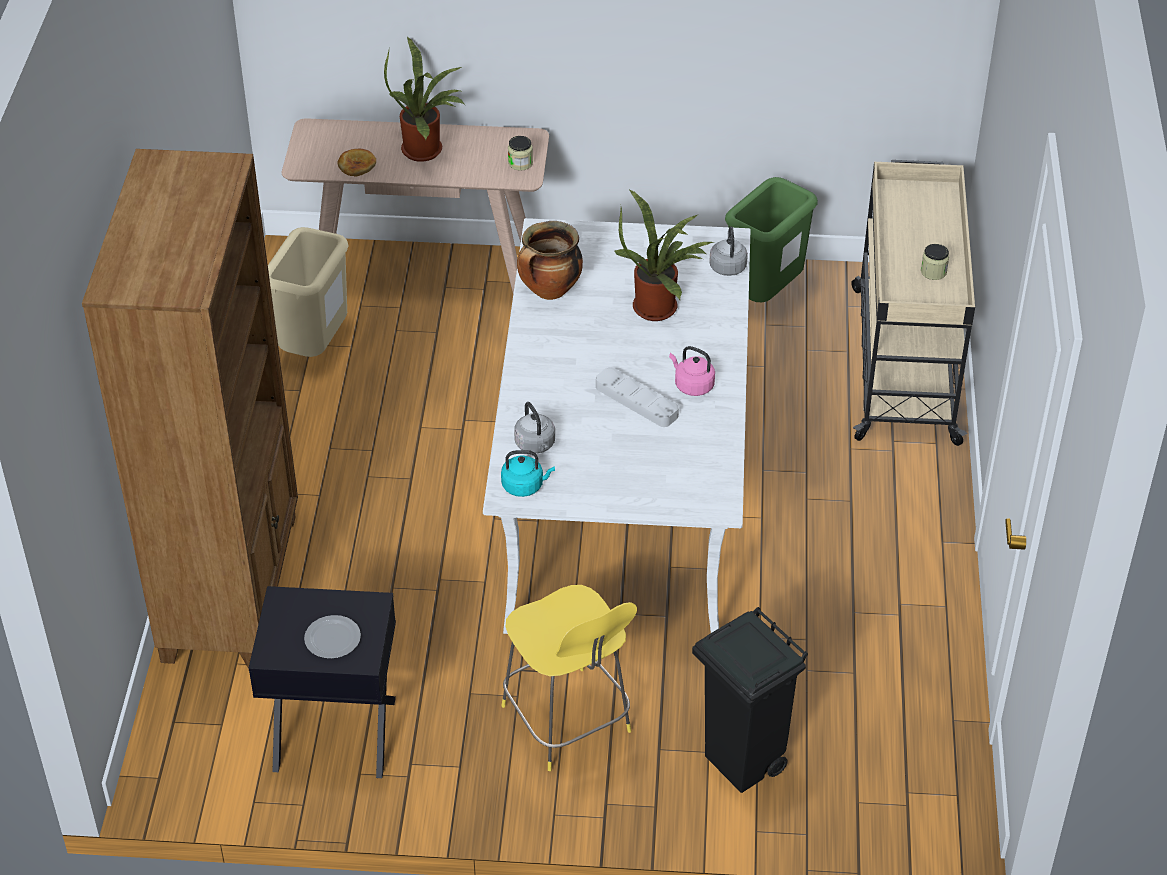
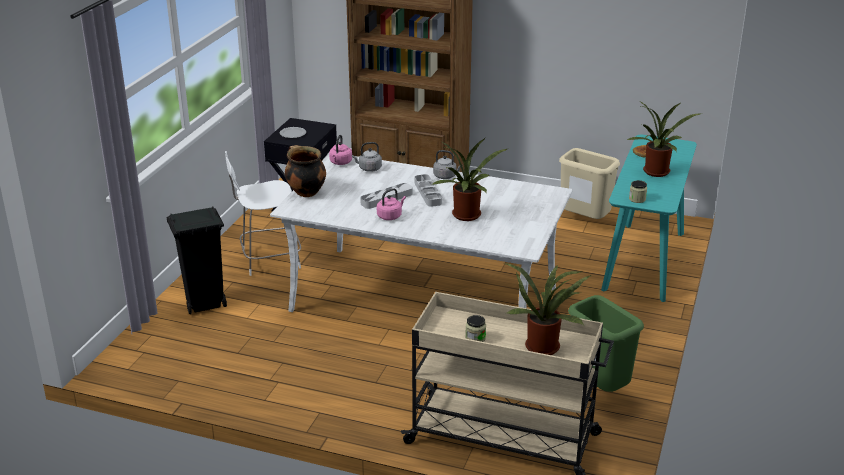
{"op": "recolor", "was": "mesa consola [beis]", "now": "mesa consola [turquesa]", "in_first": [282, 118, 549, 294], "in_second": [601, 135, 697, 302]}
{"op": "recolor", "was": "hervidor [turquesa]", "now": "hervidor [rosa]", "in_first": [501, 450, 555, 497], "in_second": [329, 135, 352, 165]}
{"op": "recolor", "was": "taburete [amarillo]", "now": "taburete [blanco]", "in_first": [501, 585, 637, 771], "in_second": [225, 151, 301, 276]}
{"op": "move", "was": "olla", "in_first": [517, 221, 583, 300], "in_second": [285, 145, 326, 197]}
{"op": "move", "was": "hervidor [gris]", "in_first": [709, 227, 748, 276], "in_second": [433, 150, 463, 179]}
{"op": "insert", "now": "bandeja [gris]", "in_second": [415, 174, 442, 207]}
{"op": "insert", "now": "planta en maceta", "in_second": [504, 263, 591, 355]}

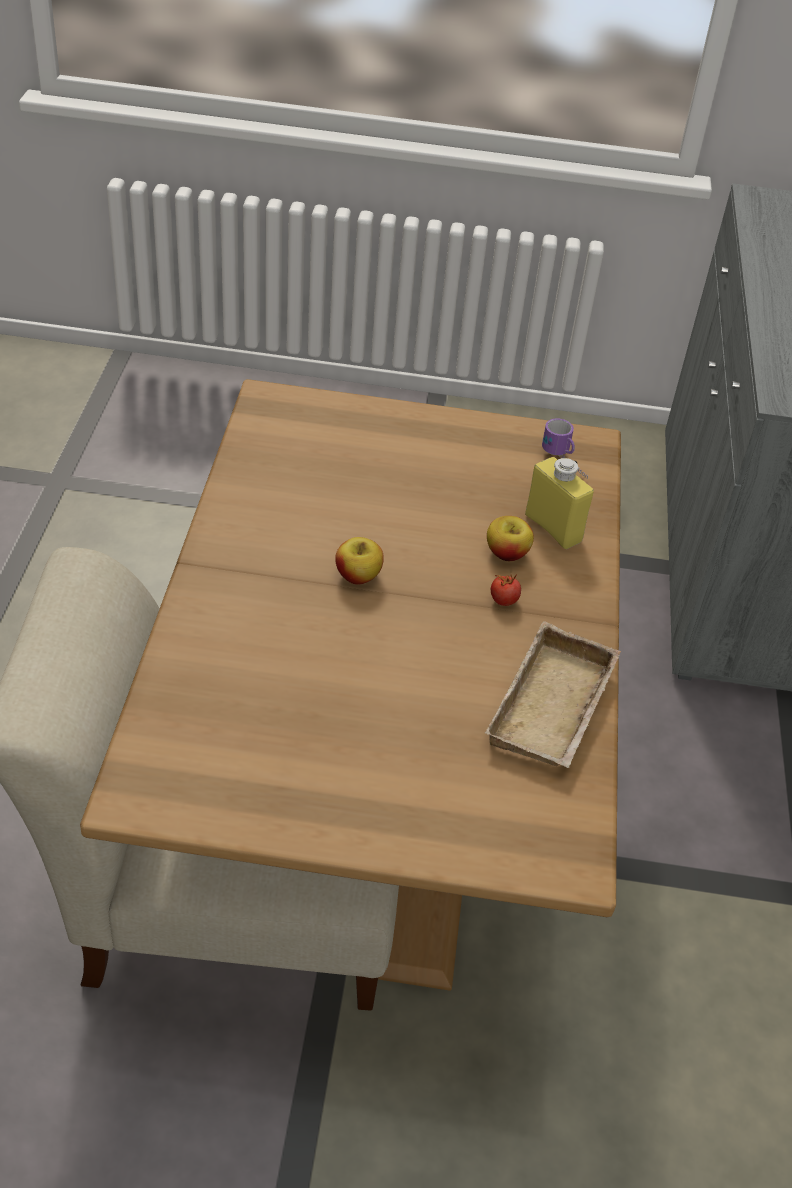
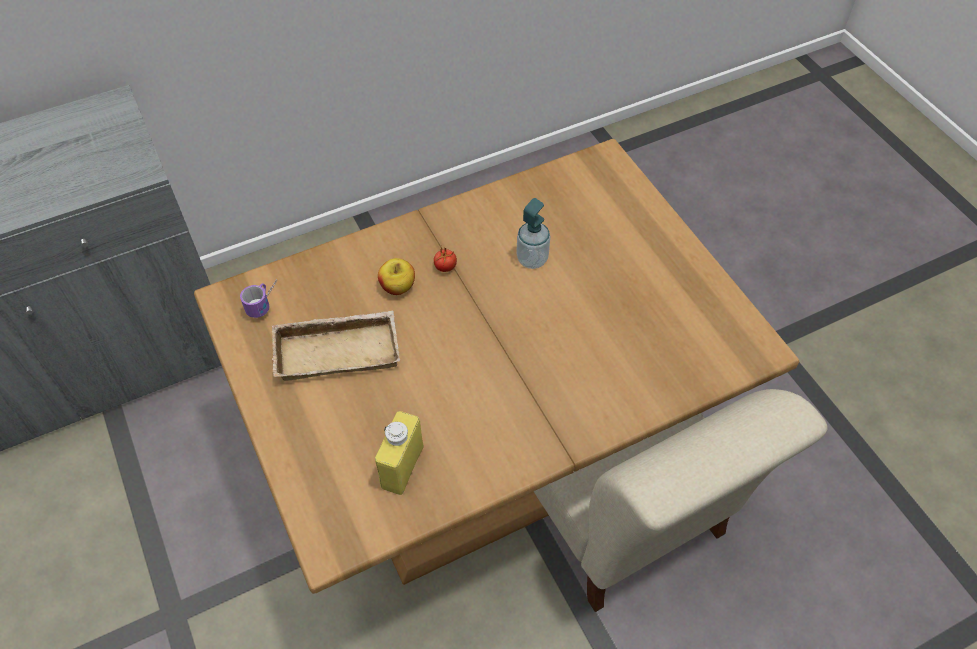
{"op": "delete", "was": "manzana", "in_first": [335, 537, 384, 585]}
{"op": "move", "was": "bandeja [beis]", "in_first": [485, 621, 621, 768], "in_second": [271, 311, 400, 381]}
{"op": "move", "was": "botella [amarillo]", "in_first": [525, 457, 594, 549], "in_second": [375, 411, 424, 495]}
{"op": "insert", "now": "dispensador de jabón", "in_second": [516, 198, 550, 269]}

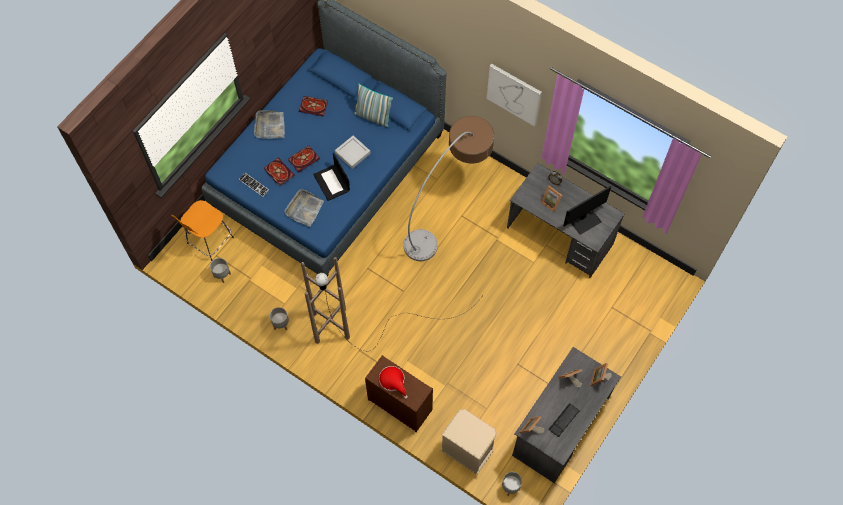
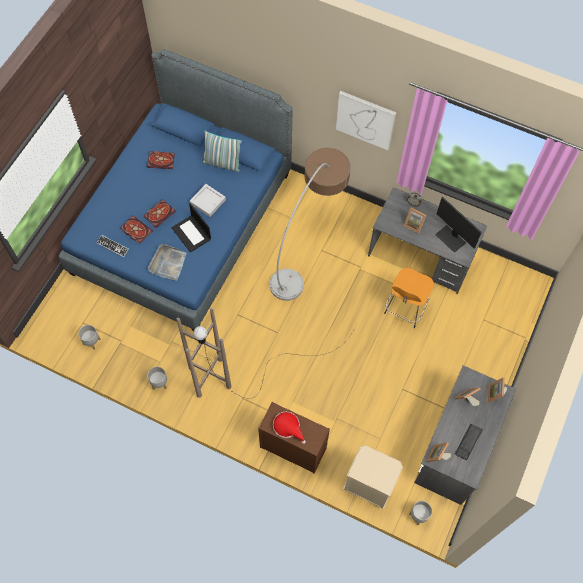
{"op": "move", "was": "taburete [naranja]", "in_first": [171, 200, 234, 261], "in_second": [384, 268, 434, 328]}
{"op": "delete", "was": "bandeja [gris]", "in_first": [254, 110, 285, 139]}
{"op": "rotate", "was": "monitor", "in_first": [563, 186, 611, 235], "in_second": [435, 197, 482, 253], "clockwise": 90}

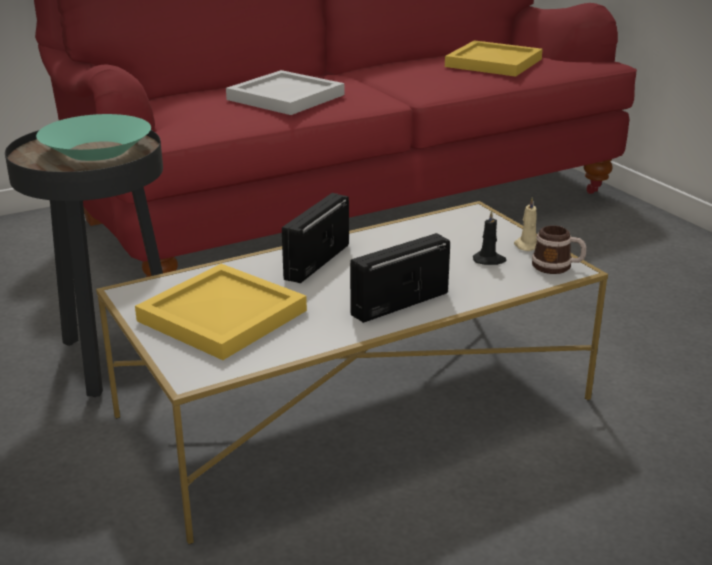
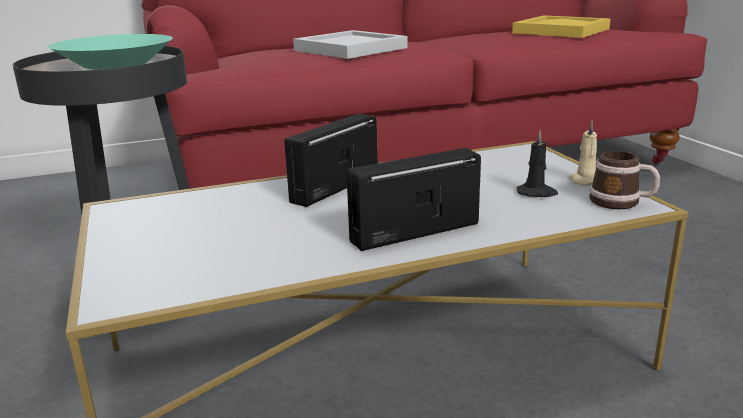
{"op": "delete", "was": "bandeja [amarillo]", "in_first": [135, 264, 307, 360]}

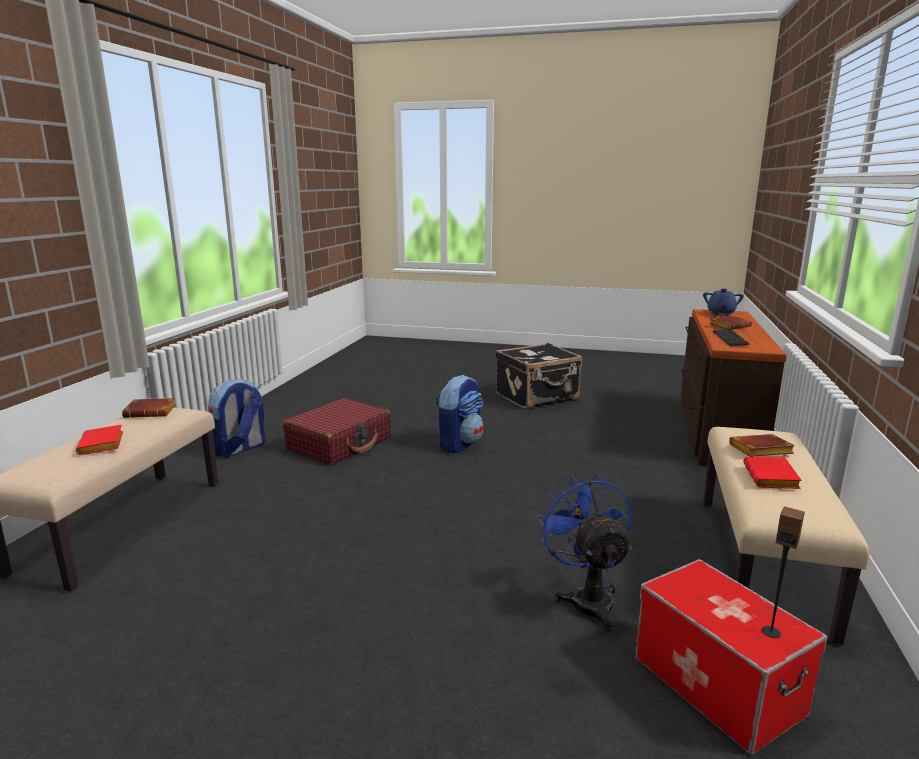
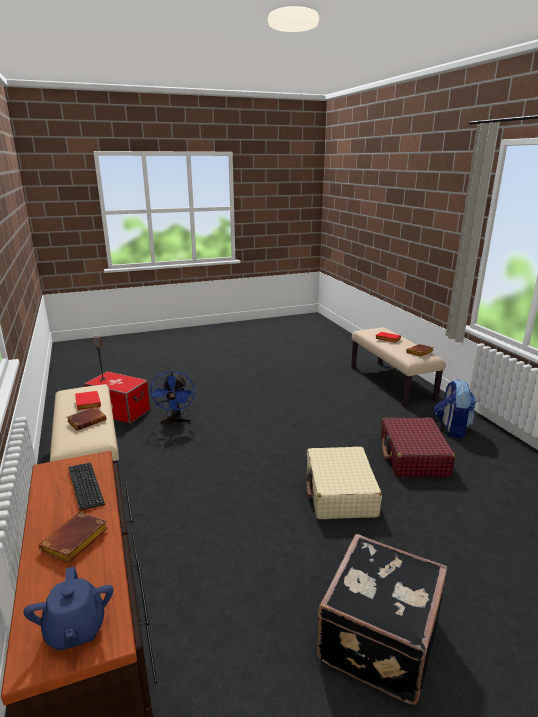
{"op": "replace", "was": "mochila", "now": "maleta [beis]", "in_first": [436, 375, 484, 453], "in_second": [306, 447, 382, 519]}
{"op": "rotate", "was": "ventilador [azul]", "in_first": [537, 474, 632, 631], "in_second": [150, 371, 195, 424], "clockwise": 45}

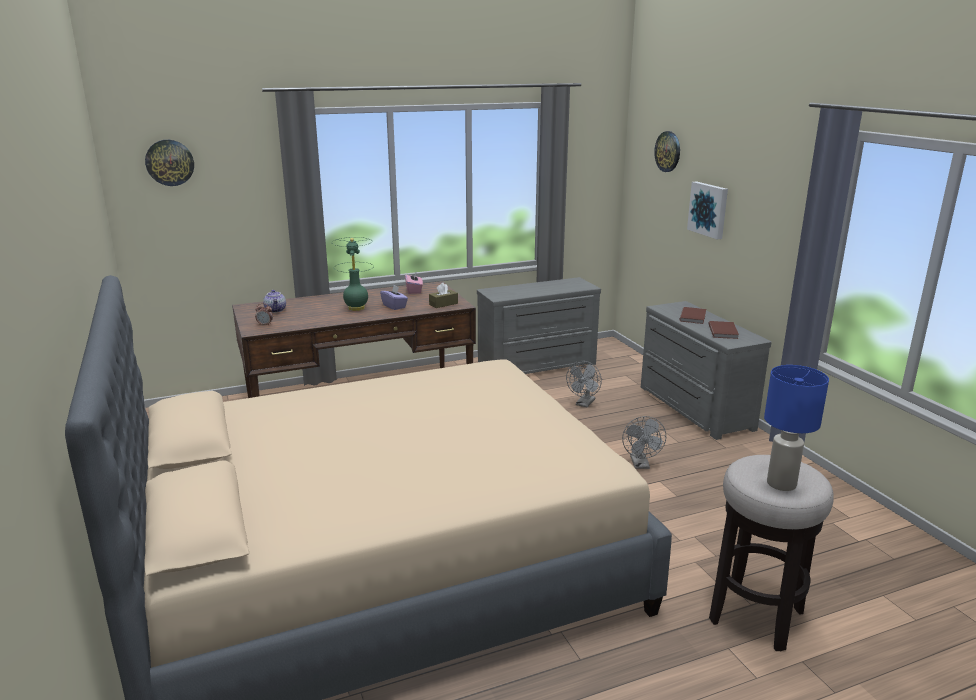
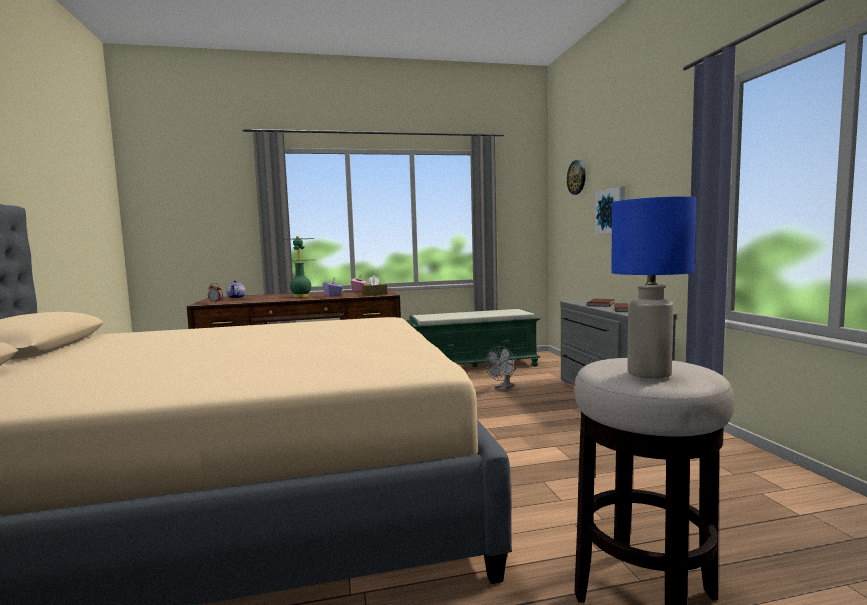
{"op": "delete", "was": "reloj de pared", "in_first": [145, 140, 194, 186]}
{"op": "replace", "was": "cómoda [gris]", "now": "banco [verde]", "in_first": [477, 277, 601, 374], "in_second": [406, 309, 540, 367]}
{"op": "delete", "was": "ventilador [gris]", "in_first": [622, 416, 666, 469]}

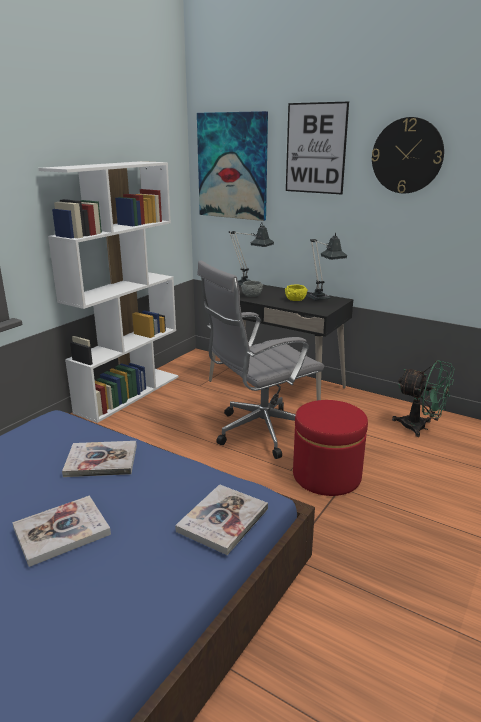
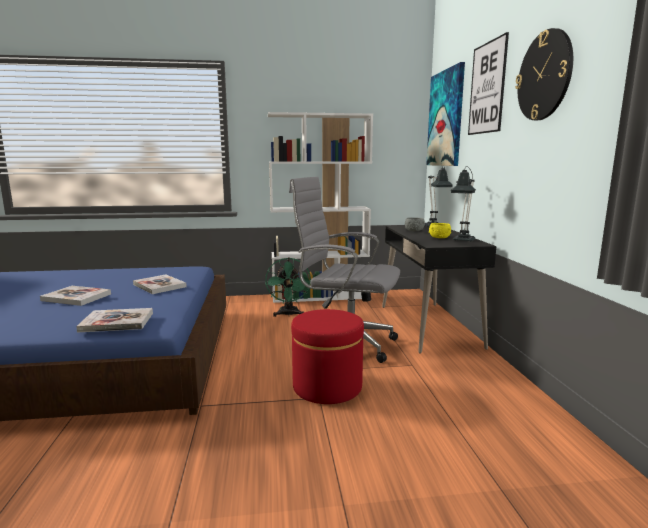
{"op": "move", "was": "ventilador [verde]", "in_first": [392, 360, 455, 437], "in_second": [265, 258, 311, 317]}

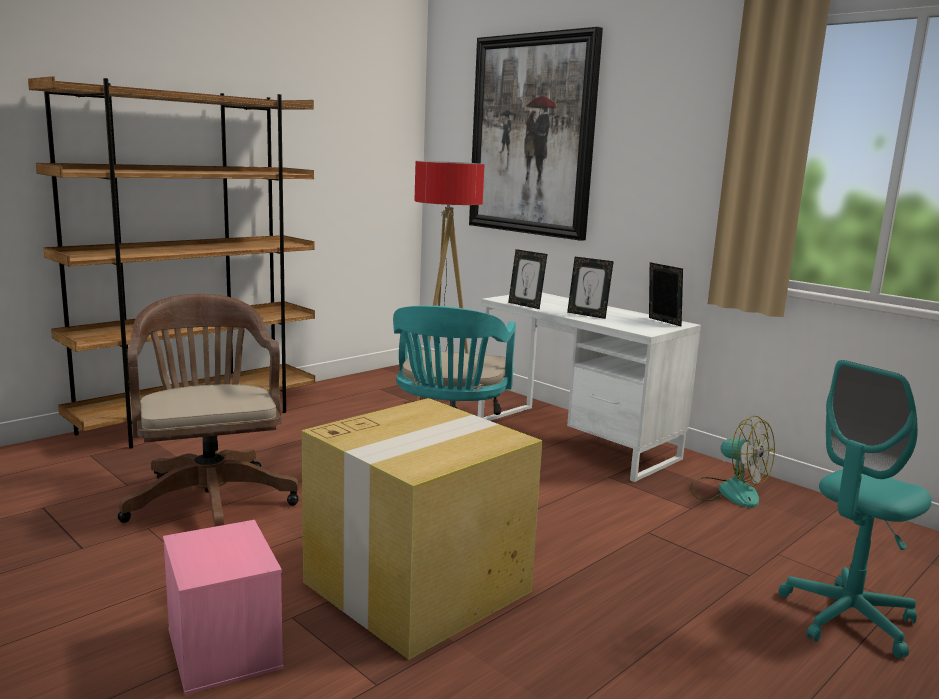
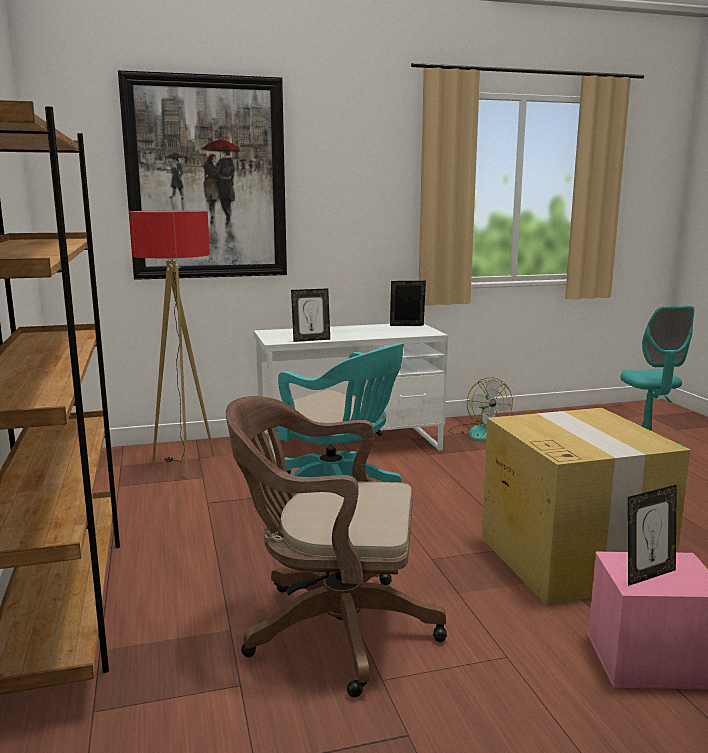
{"op": "move", "was": "portarretratos", "in_first": [567, 257, 614, 319], "in_second": [628, 485, 677, 586]}
{"op": "rotate", "was": "ventilador", "in_first": [690, 415, 775, 508], "in_second": [448, 377, 513, 441], "clockwise": 90}

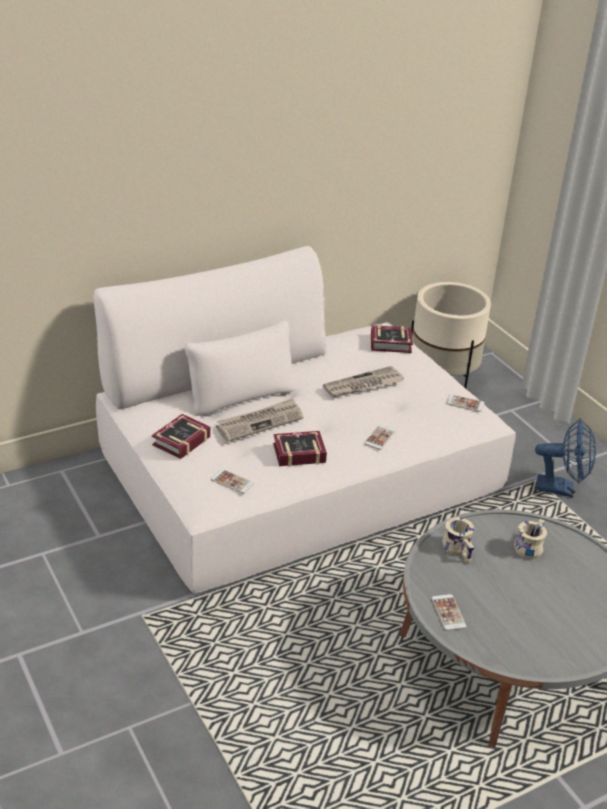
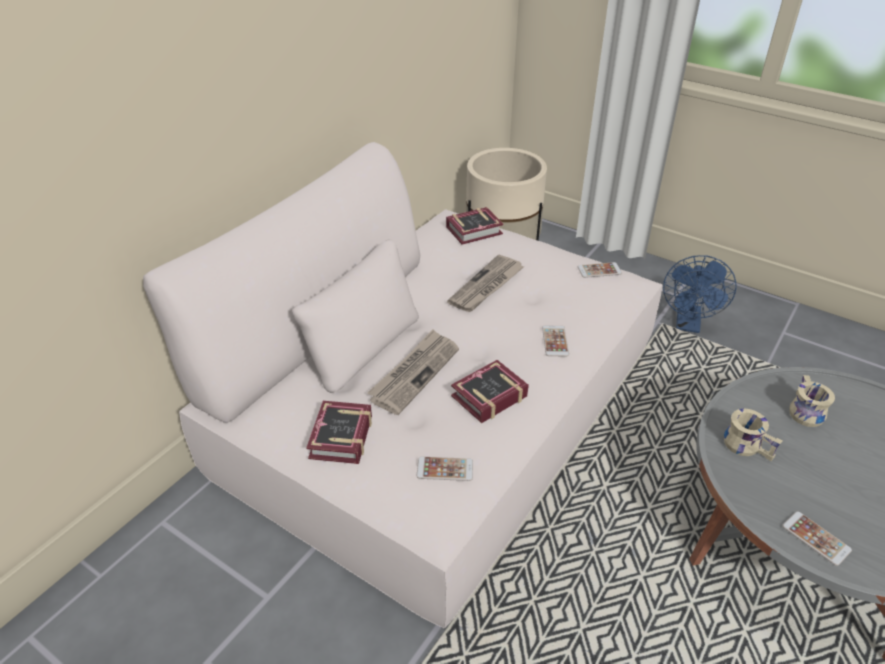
{"op": "rotate", "was": "ventilador [azul]", "in_first": [535, 419, 596, 497], "in_second": [663, 255, 737, 333], "clockwise": 120}

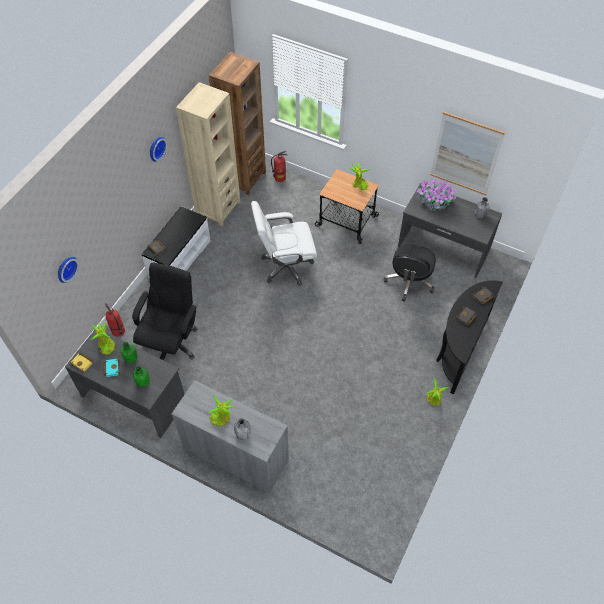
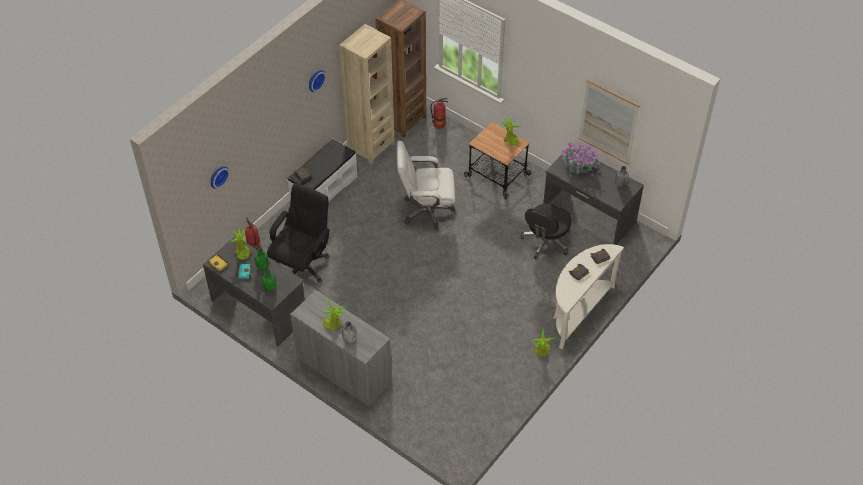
{"op": "recolor", "was": "mesa consola [negro]", "now": "mesa consola [blanco]", "in_first": [436, 280, 503, 394], "in_second": [554, 244, 624, 349]}

